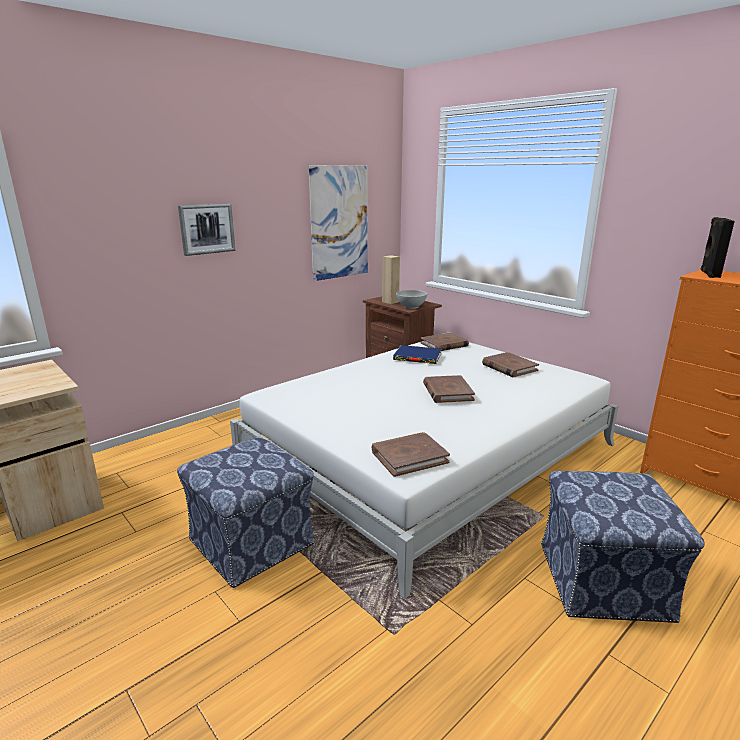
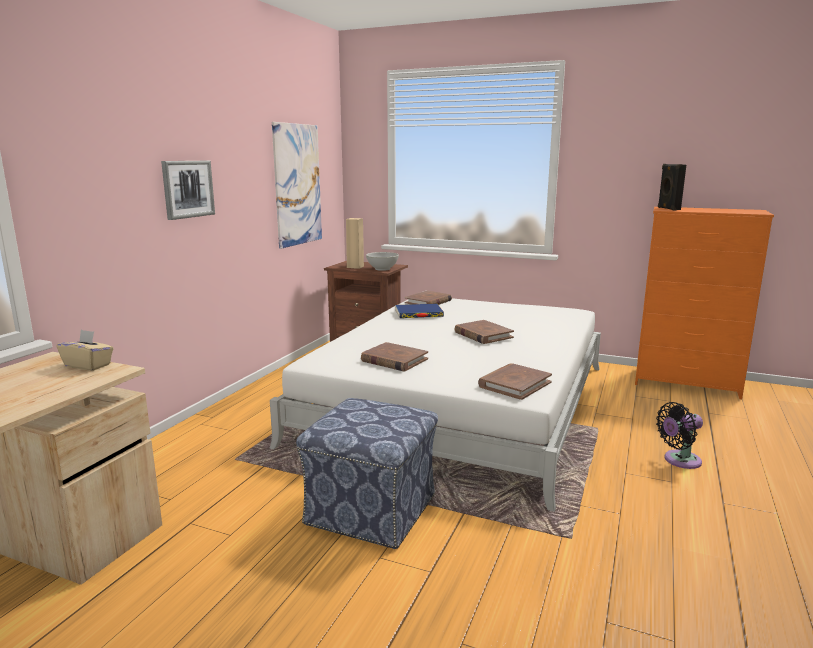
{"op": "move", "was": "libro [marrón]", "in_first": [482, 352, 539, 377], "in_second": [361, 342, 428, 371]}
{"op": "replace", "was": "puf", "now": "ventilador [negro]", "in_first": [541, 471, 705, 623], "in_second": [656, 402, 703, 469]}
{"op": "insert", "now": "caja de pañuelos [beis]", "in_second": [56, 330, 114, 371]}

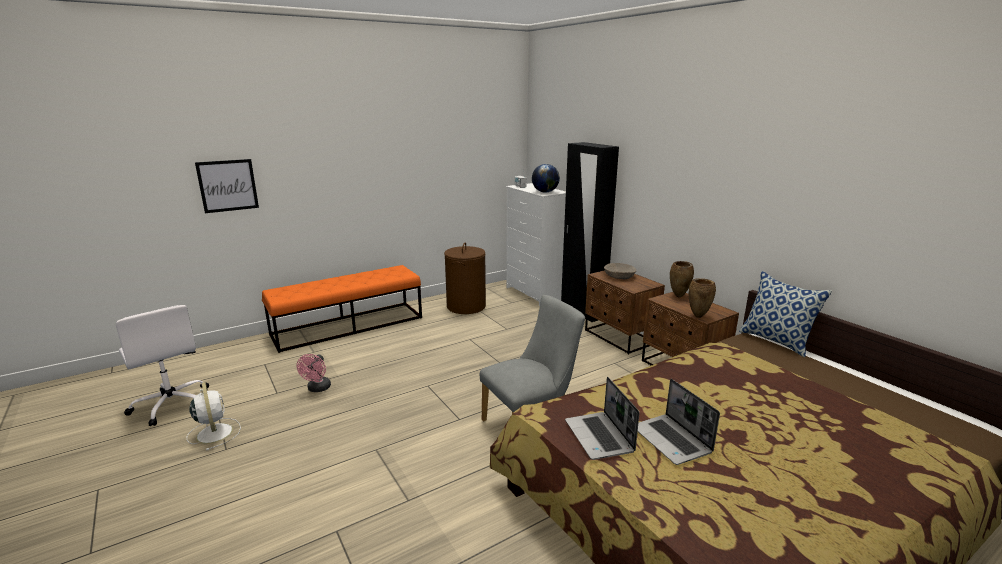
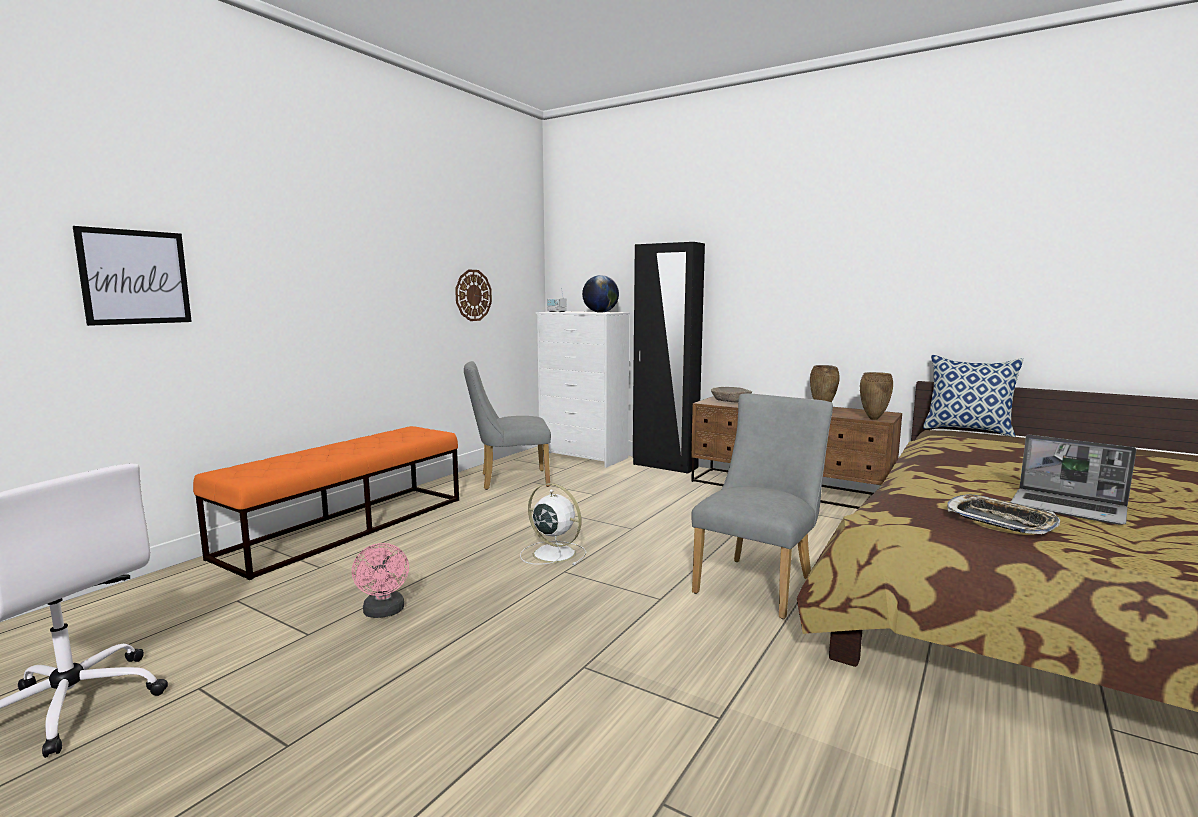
{"op": "move", "was": "ventilador [blanco]", "in_first": [187, 382, 241, 450], "in_second": [520, 483, 587, 565]}
{"op": "replace", "was": "cesto de la ropa [marrón]", "now": "silla [gris]", "in_first": [444, 243, 486, 314], "in_second": [464, 361, 551, 490]}
{"op": "replace", "was": "portátil", "now": "bandeja", "in_first": [565, 377, 639, 460], "in_second": [947, 494, 1060, 534]}
{"op": "insert", "now": "reloj de pared", "in_second": [455, 270, 492, 321]}

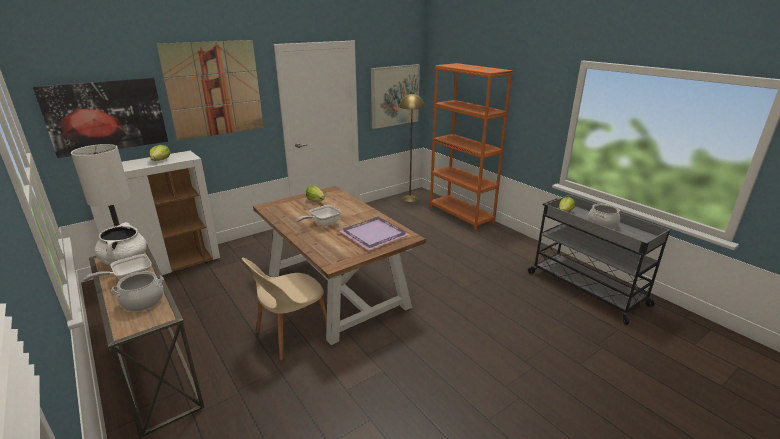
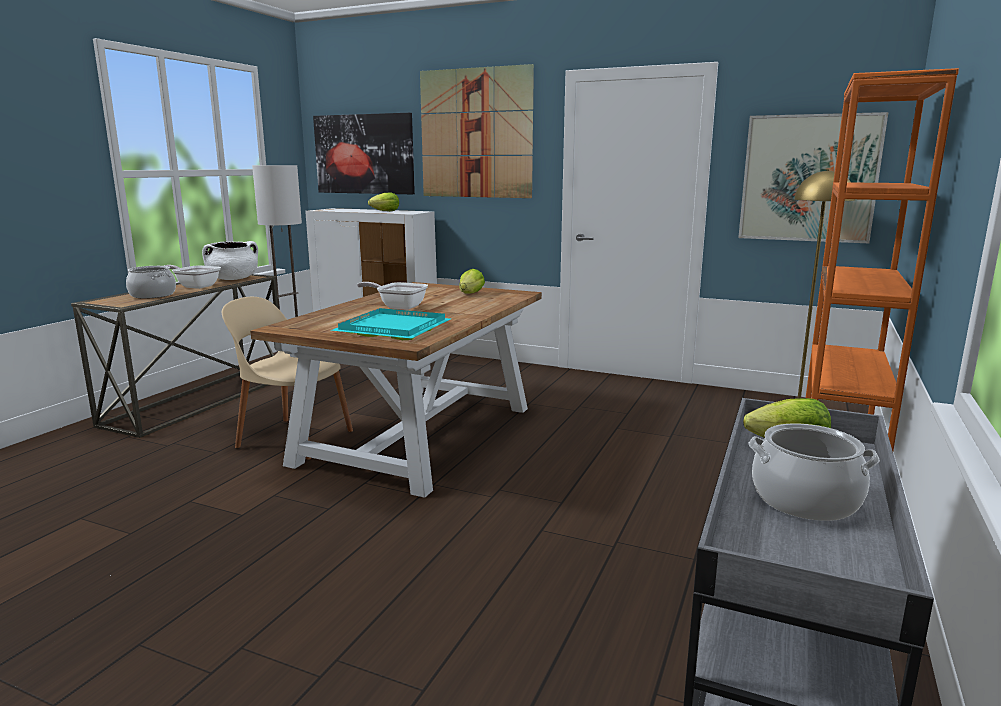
{"op": "recolor", "was": "bandeja [morado]", "now": "bandeja [turquesa]", "in_first": [340, 217, 409, 250], "in_second": [331, 308, 451, 340]}

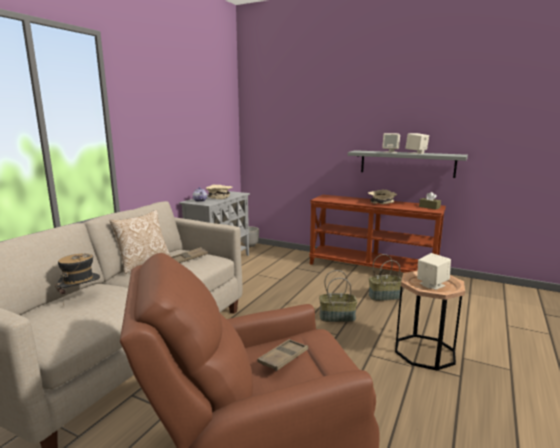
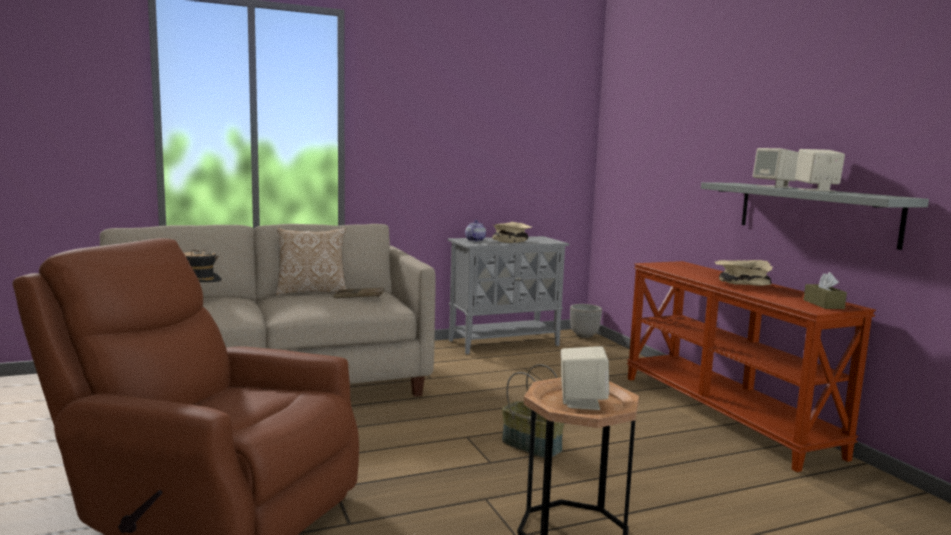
{"op": "delete", "was": "bandeja [marrón]", "in_first": [258, 339, 308, 371]}
{"op": "delete", "was": "cesta", "in_first": [369, 254, 402, 301]}

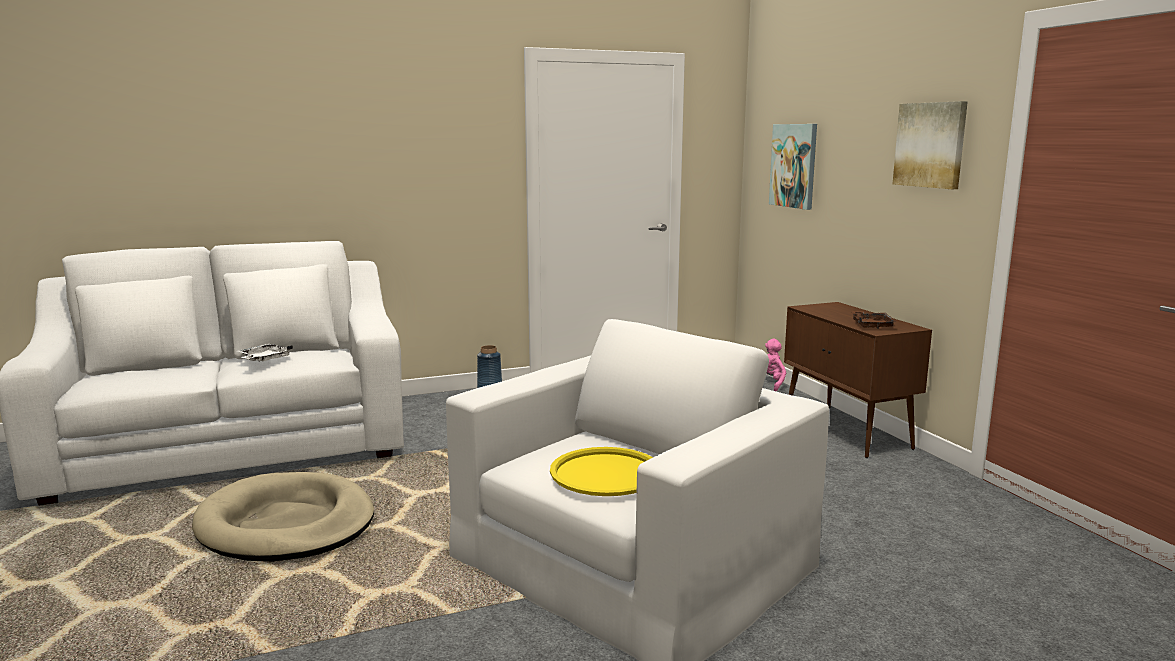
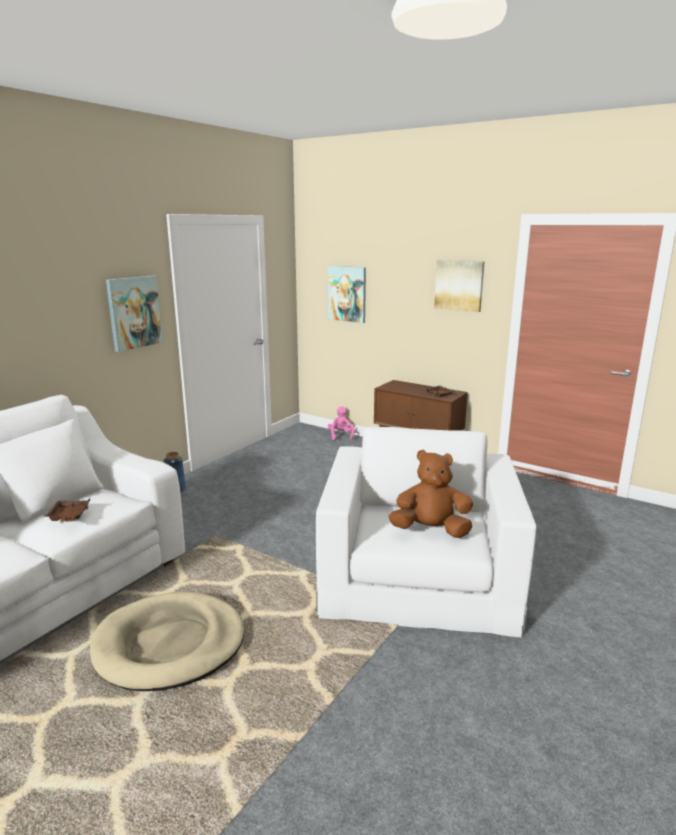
{"op": "recolor", "was": "bandeja [blanco]", "now": "bandeja [marrón]", "in_first": [238, 344, 293, 362], "in_second": [44, 498, 90, 522]}
{"op": "replace", "was": "bandeja [amarillo]", "now": "peluche [marrón]", "in_first": [550, 447, 653, 496], "in_second": [389, 450, 473, 538]}
{"op": "insert", "now": "cuadro", "in_second": [106, 275, 163, 352]}

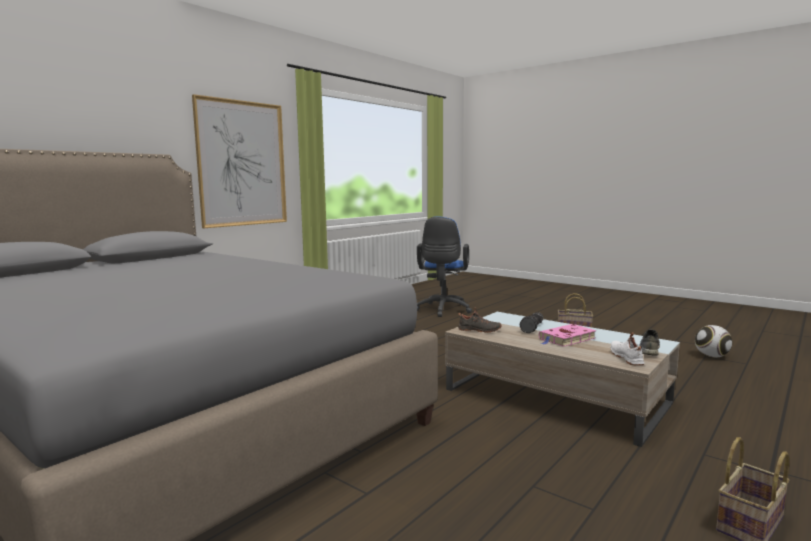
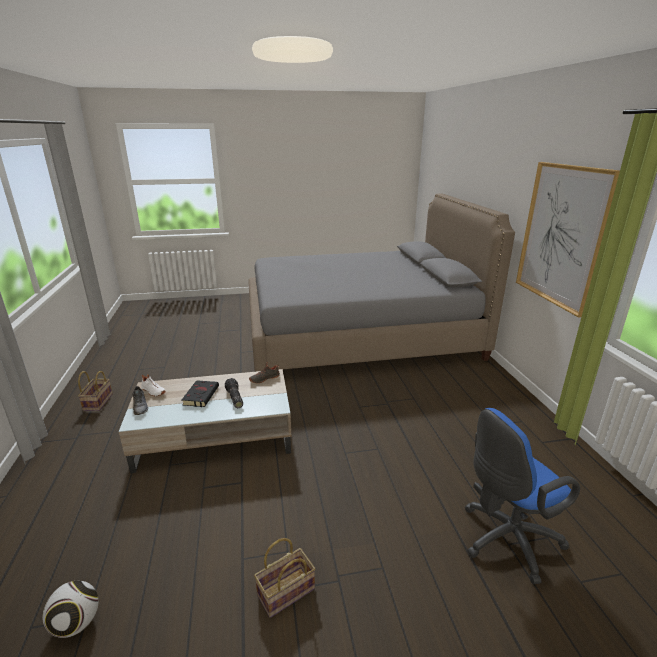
{"op": "rotate", "was": "silla de oficina [azul]", "in_first": [417, 216, 472, 317], "in_second": [465, 408, 580, 584], "clockwise": -75}
{"op": "recolor", "was": "libro [rosa]", "now": "libro [negro]", "in_first": [539, 324, 597, 347], "in_second": [182, 380, 219, 407]}

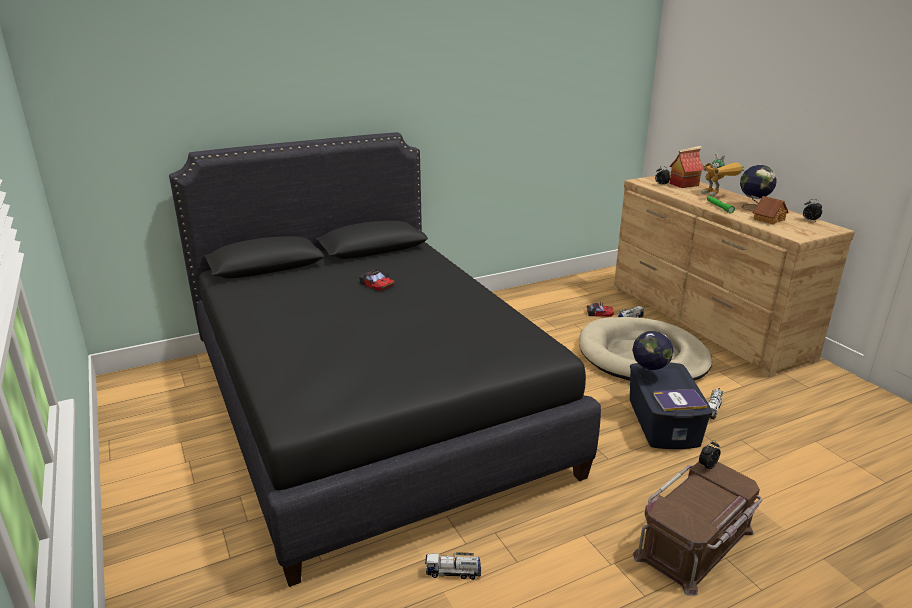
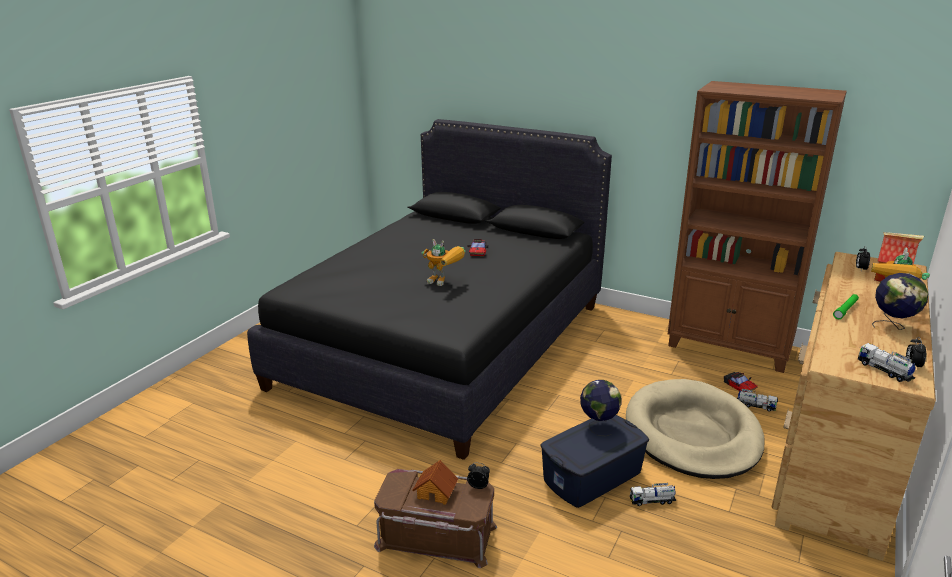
{"op": "move", "was": "camión de juguete", "in_first": [425, 552, 481, 580], "in_second": [858, 343, 915, 382]}
{"op": "delete", "was": "libro", "in_first": [653, 389, 707, 411]}
{"op": "move", "was": "casita", "in_first": [752, 196, 789, 225], "in_second": [413, 460, 458, 505]}
{"op": "insert", "now": "robot de juguete", "in_second": [421, 239, 466, 286]}
{"op": "insert", "now": "estantería [marrón]", "in_second": [668, 81, 847, 373]}

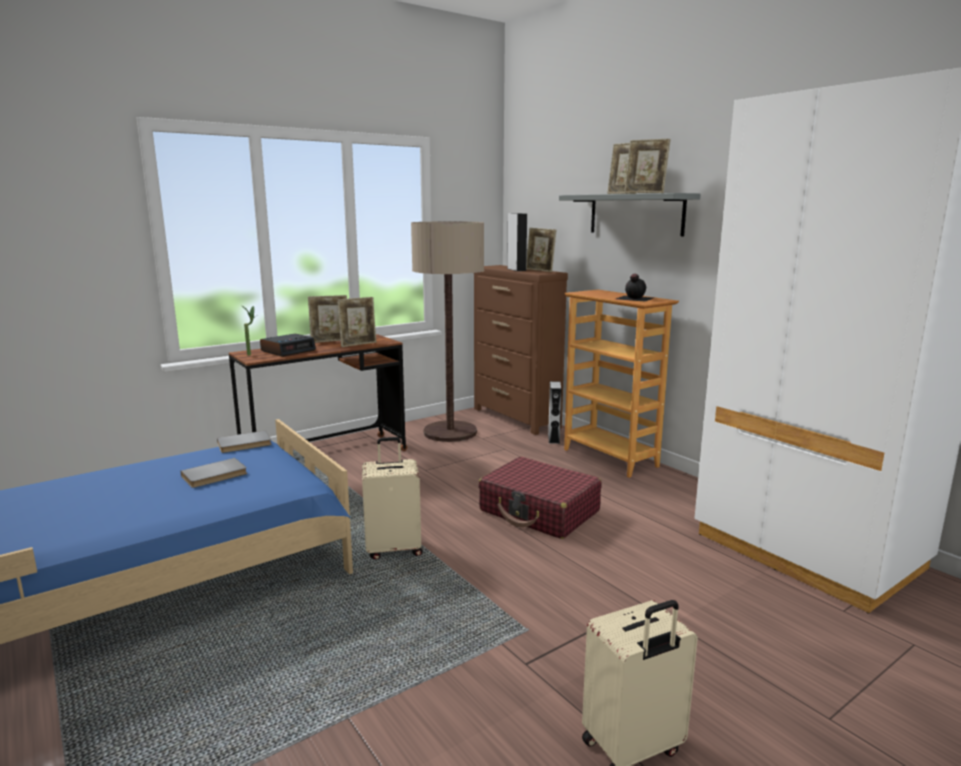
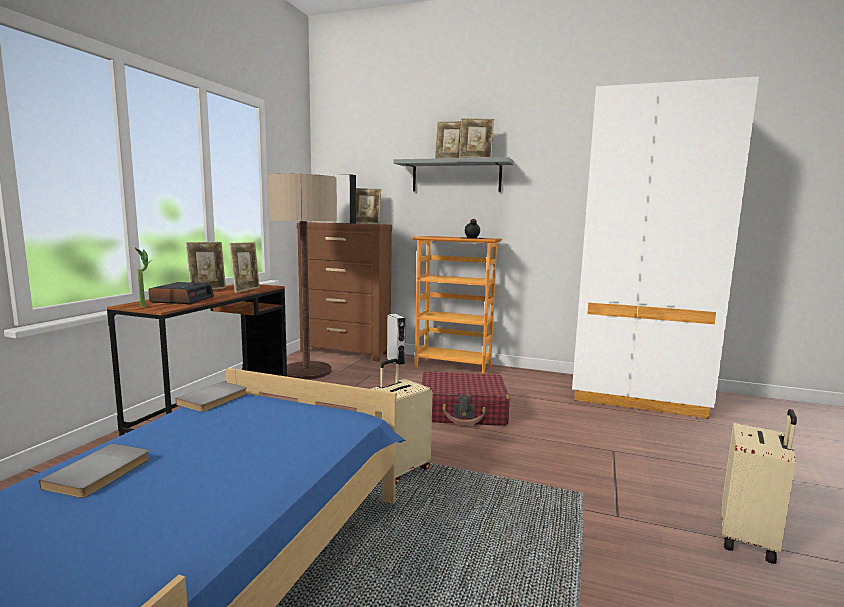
{"op": "move", "was": "libro [gris]", "in_first": [181, 458, 247, 488], "in_second": [39, 443, 150, 498]}

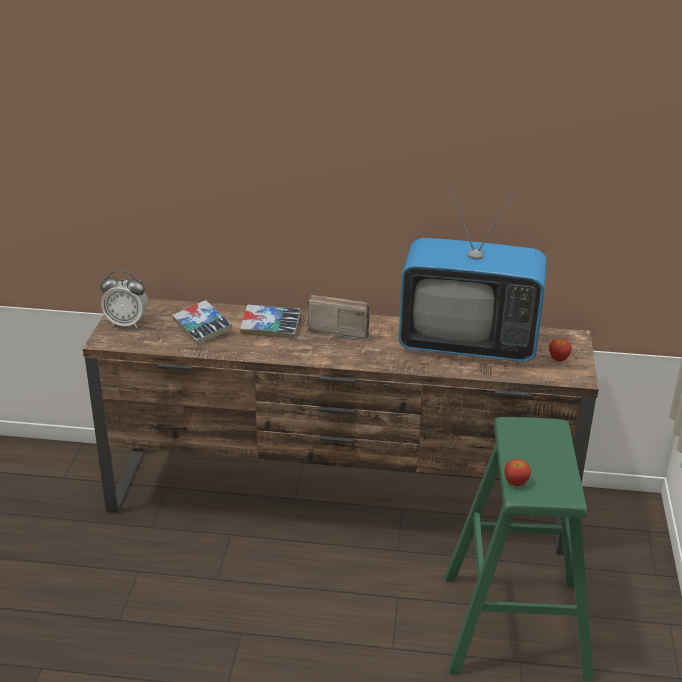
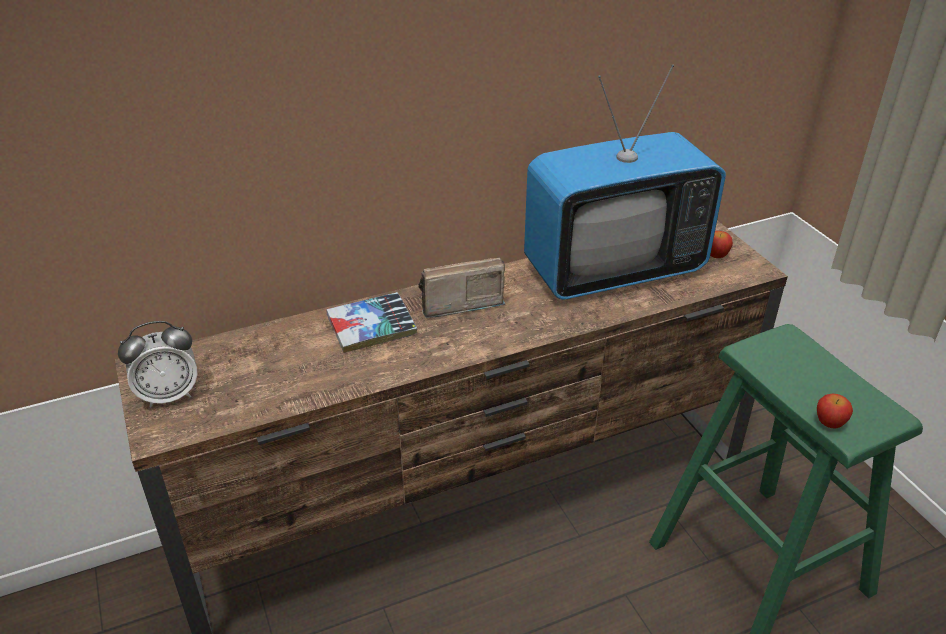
{"op": "delete", "was": "libro", "in_first": [172, 300, 232, 345]}

